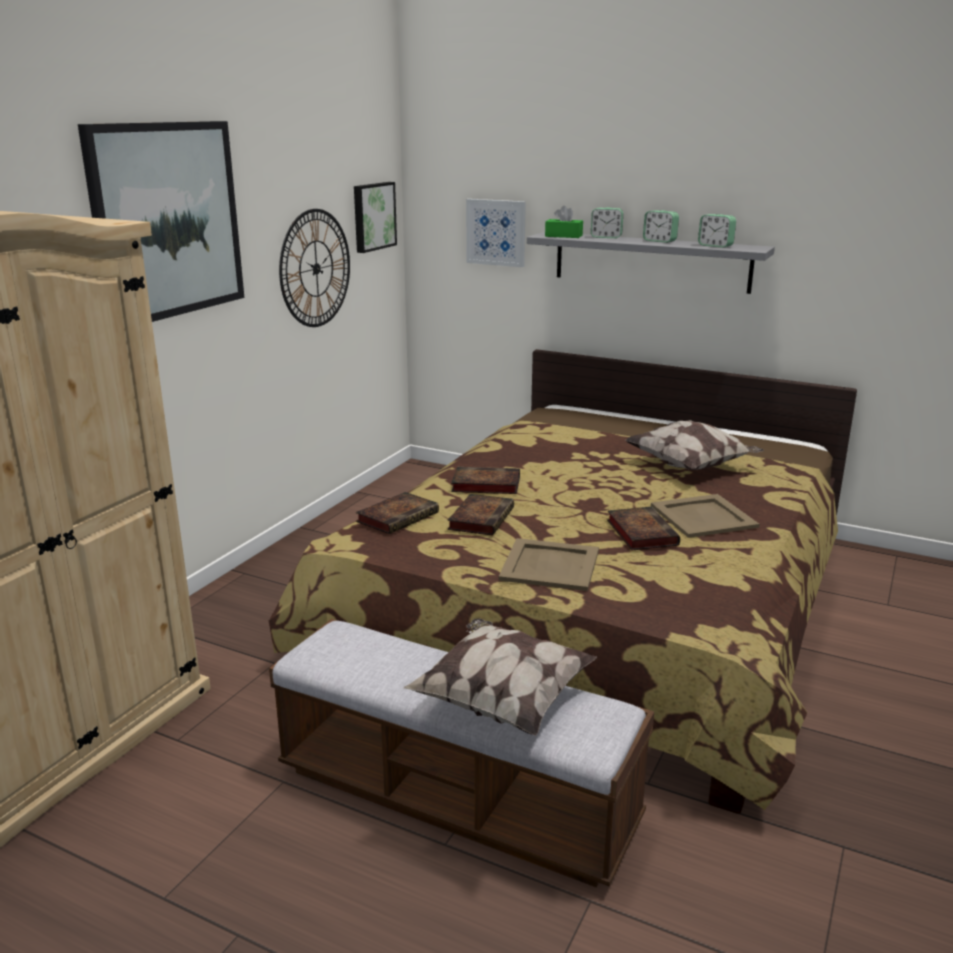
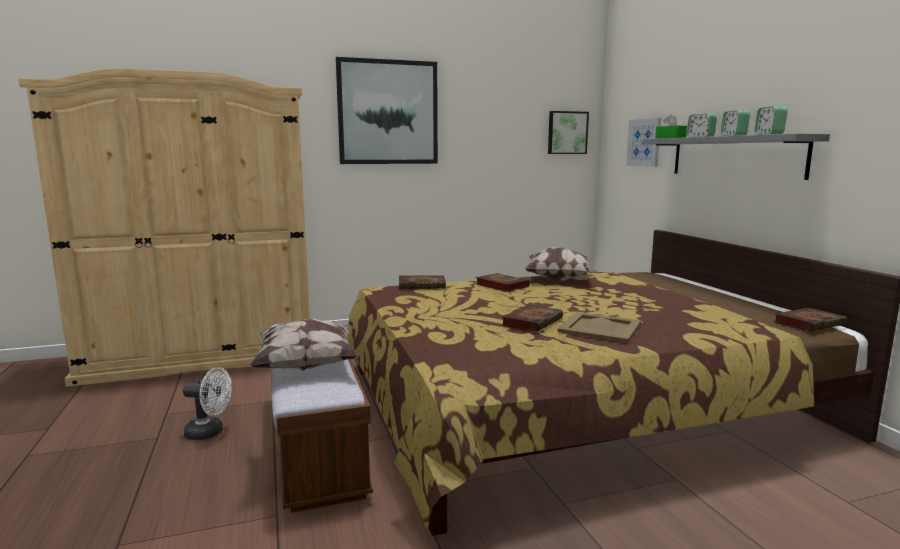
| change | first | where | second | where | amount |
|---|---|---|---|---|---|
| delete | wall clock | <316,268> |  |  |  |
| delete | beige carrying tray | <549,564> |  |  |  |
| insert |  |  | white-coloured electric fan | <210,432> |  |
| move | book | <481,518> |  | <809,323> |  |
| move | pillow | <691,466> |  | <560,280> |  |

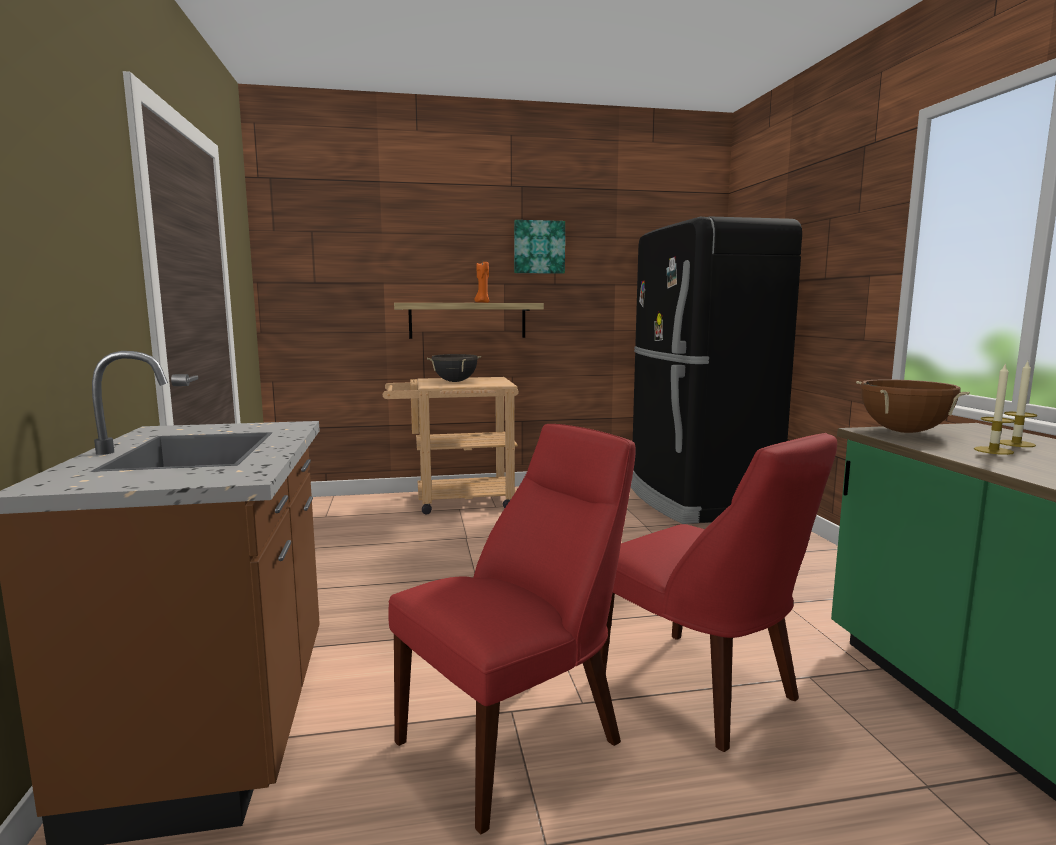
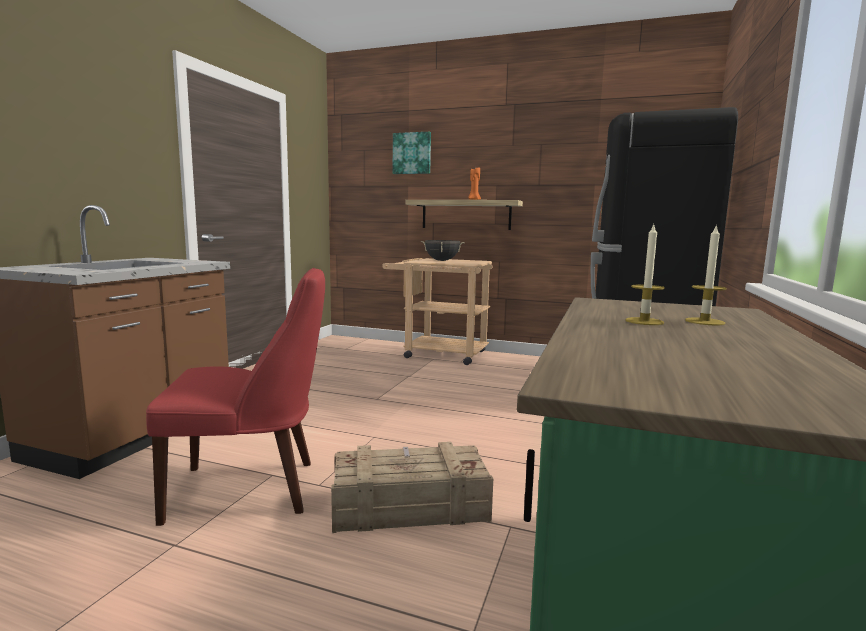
| change | first | where | second | where | amount |
|---|---|---|---|---|---|
| delete | brown-coloured cooking pot | <904,432> |  |  |  |
| move | wall art | <539,247> |  | <412,153> |  |
| replace | red-coloured upright chair | <702,691> | shipping crate | <408,506> |  |

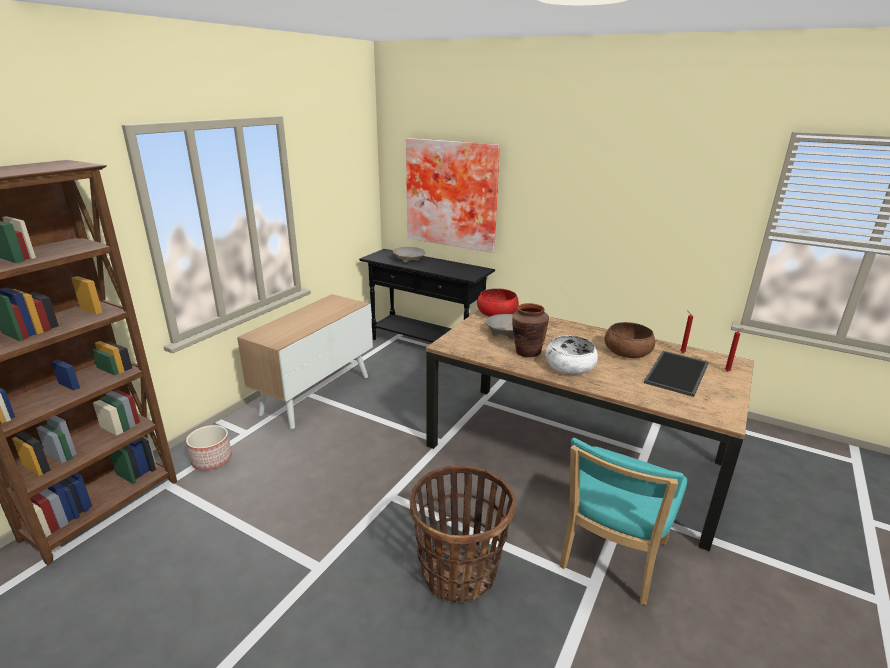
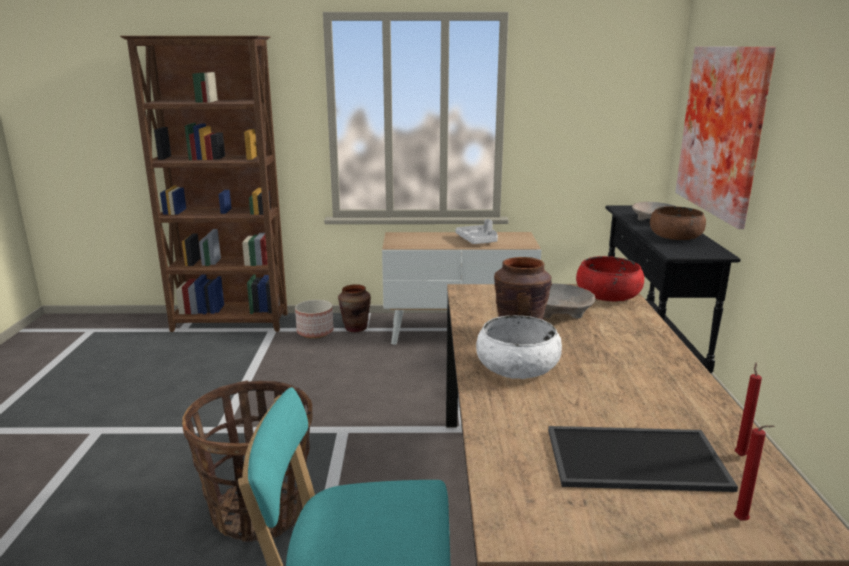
| change | first | where | second | where | amount |
|---|---|---|---|---|---|
| insert |  |  | brown-coloured flower vase | <355,328> |  |
| insert |  |  | gray carrying tray | <478,240> |  |
| move | brown-coloured serving bowl | <627,351> |  | <675,236> |  |

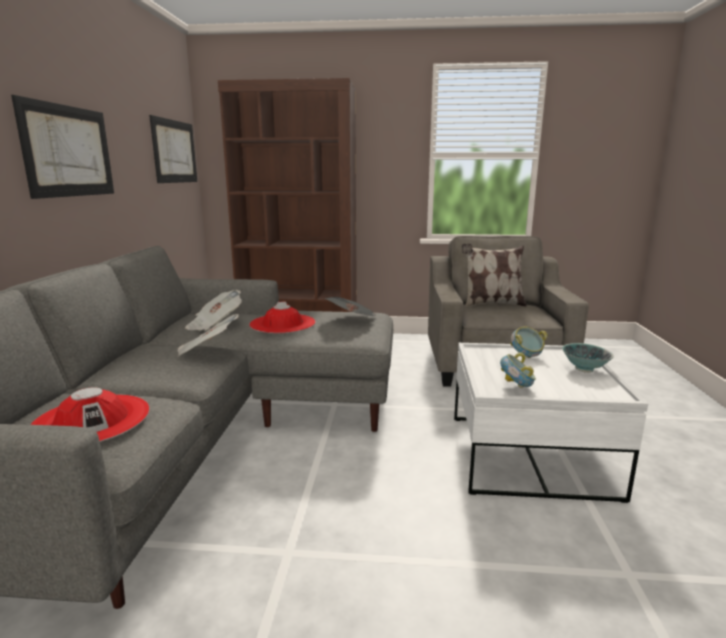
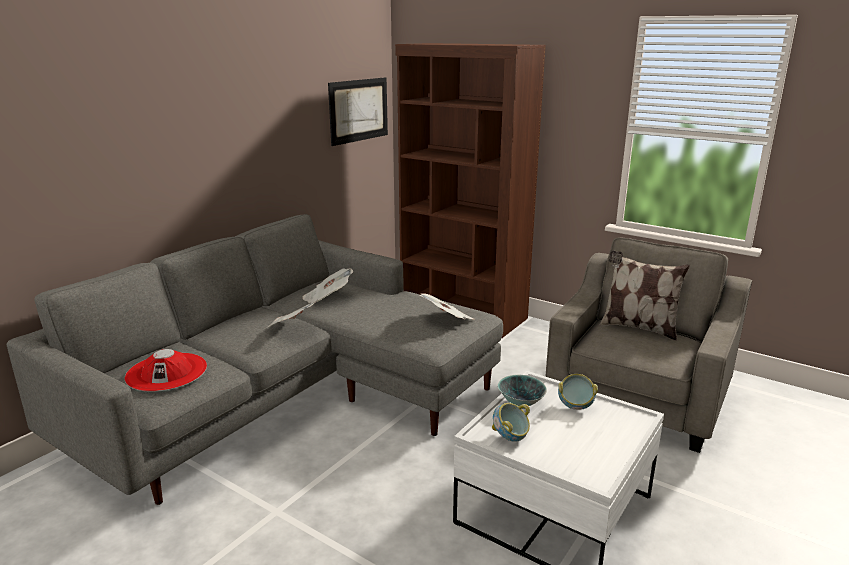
| change | first | where | second | where | amount |
|---|---|---|---|---|---|
| delete | wall art | <69,151> |  |  |  |
| delete | red-coloured clothing hat | <282,324> |  |  |  |
| move | serving bowl | <584,369> |  | <520,404> |  |

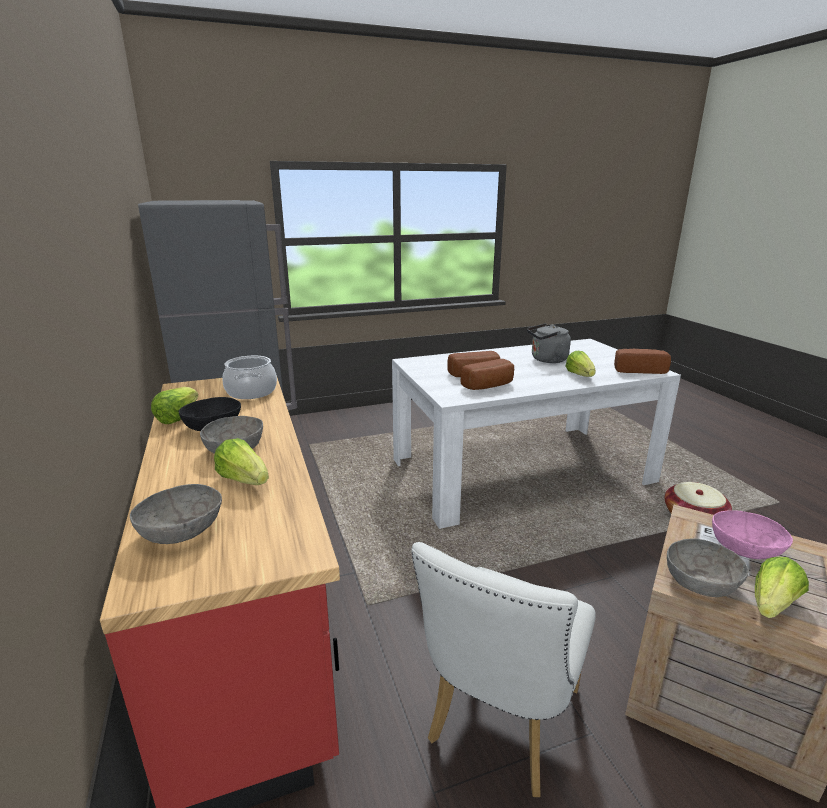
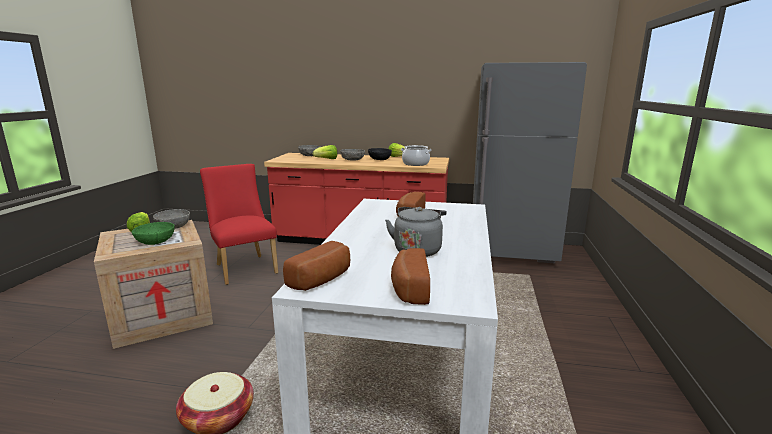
| change | first | where | second | where | amount |
|---|---|---|---|---|---|
| delete | lettuce | <580,375> |  |  |  |
| move | bread | <489,386> |  | <408,289> |  |
| recolor | white-coloured upright chair | <499,723> | red-coloured upright chair | <244,267> |  |
| recolor | pink-coloured serving bowl | <745,549> | green-coloured serving bowl | <155,241> |  |

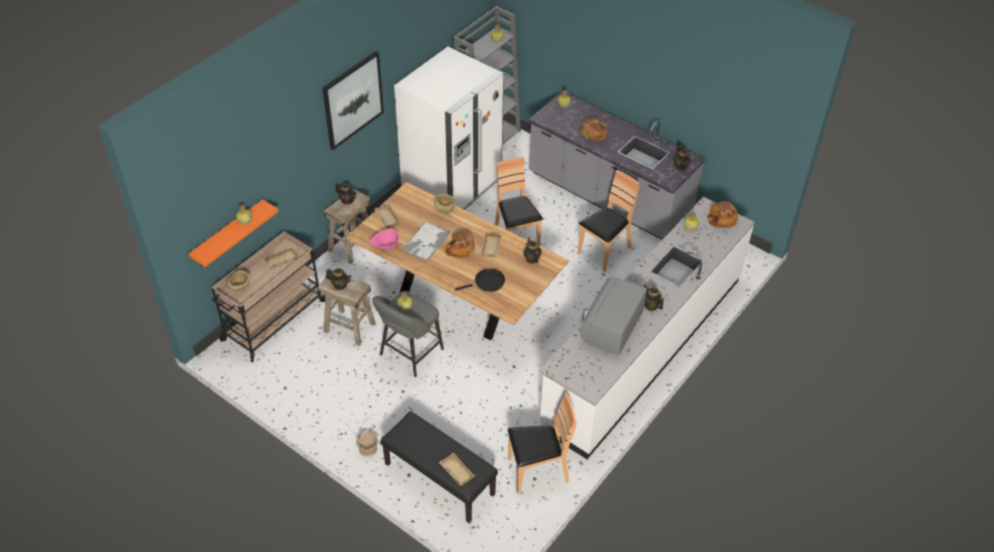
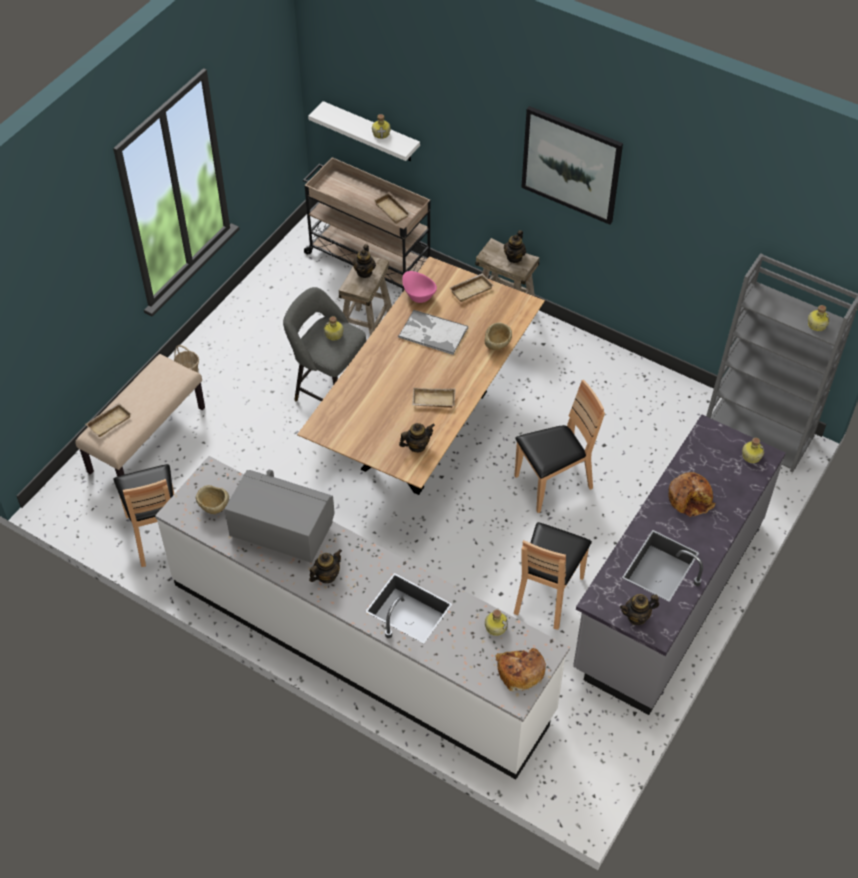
| change | first | where | second | where | amount |
|---|---|---|---|---|---|
| delete | white-coloured refrigerator | <452,187> |  |  |  |
| delete | bread | <460,249> |  |  |  |
| delete | black-coloured frying pan | <487,282> |  |  |  |
| move | beige serving bowl | <240,288> |  | <214,507> |  |
| recolor | orange bracket shelf | <228,234> | white-coloured bracket shelf | <371,132> |  |
| recolor | black-coloured long seat | <438,479> | beige long seat | <146,439> |  |
| rotate | brown-coloured upright chair | <604,251> |  | <547,594> | 75 degrees clockwise |

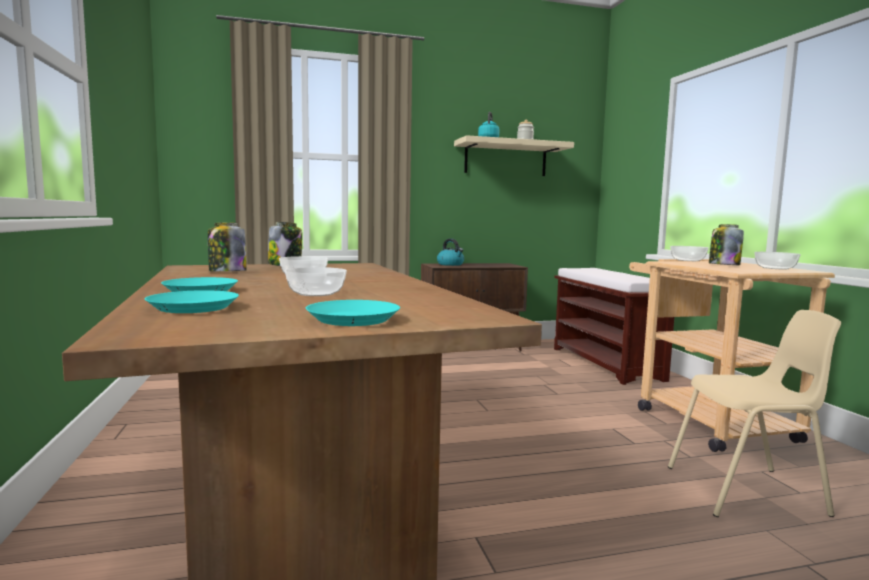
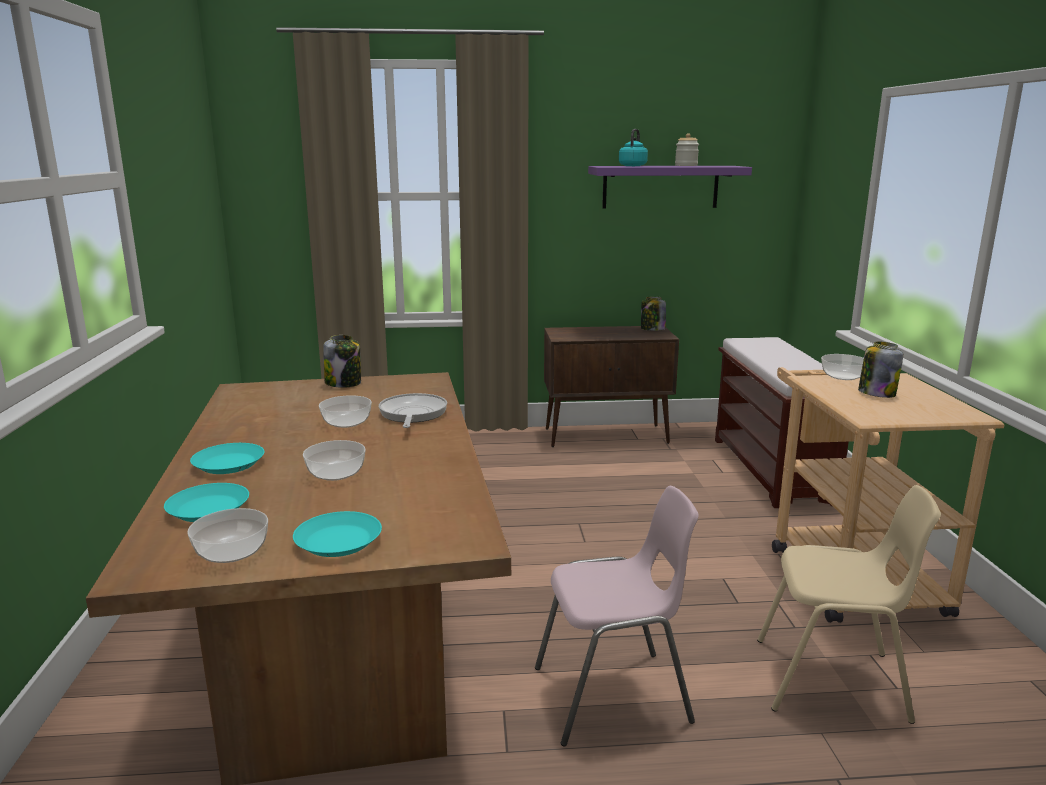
| change | first | where | second | where | amount |
|---|---|---|---|---|---|
| delete | water kettle | <451,264> |  |  |  |
| insert |  |  | frying pan | <412,414> |  |
| insert |  |  | pink-coloured upright chair | <613,696> |  |
| move | storage jar | <227,272> |  | <652,329> |  |
| move | serving bowl | <775,268> |  | <230,552> |  |
| recolor | beige bracket shelf | <505,159> | purple-coloured bracket shelf | <660,187> |  |

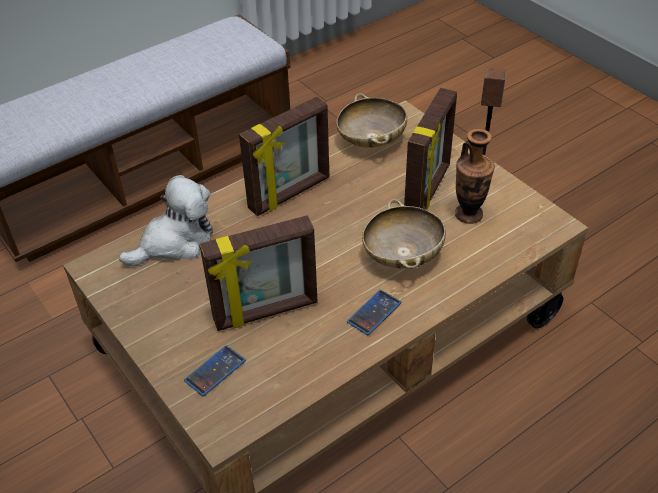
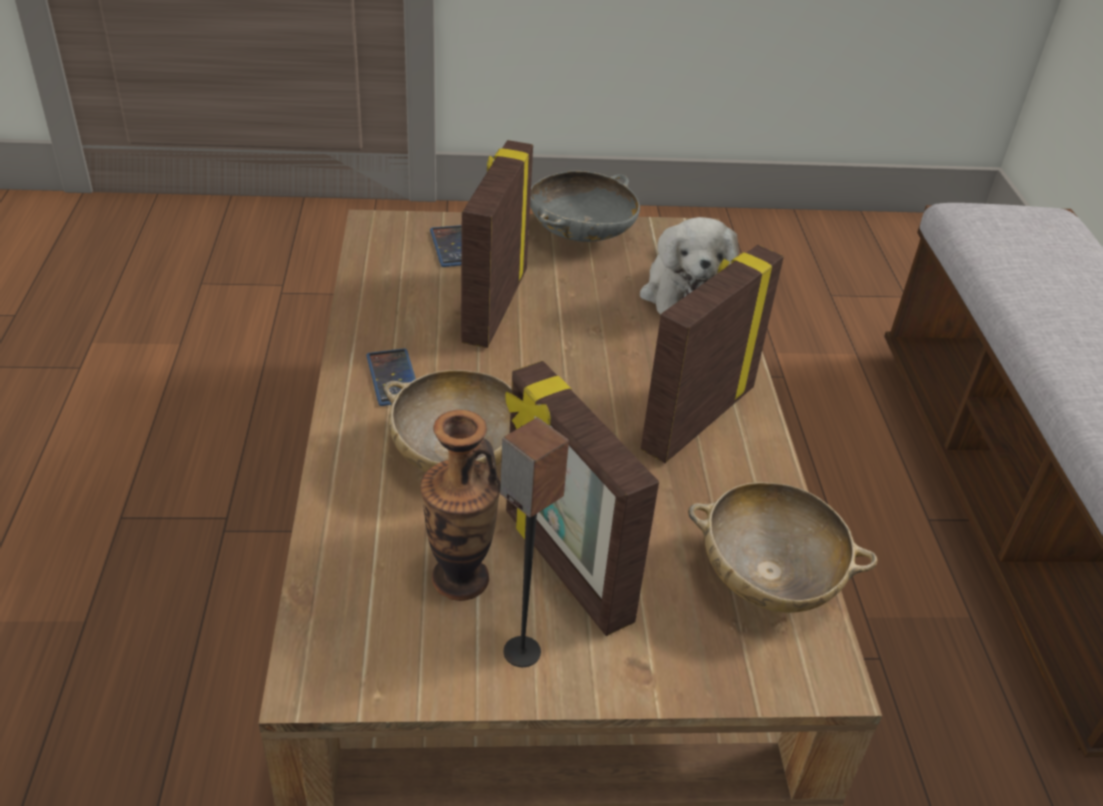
| change | first | where | second | where | amount |
|---|---|---|---|---|---|
| insert |  |  | gray serving bowl | <581,235> |  |
| rotate | picture frame | <290,194> |  | <696,417> | 45 degrees clockwise |

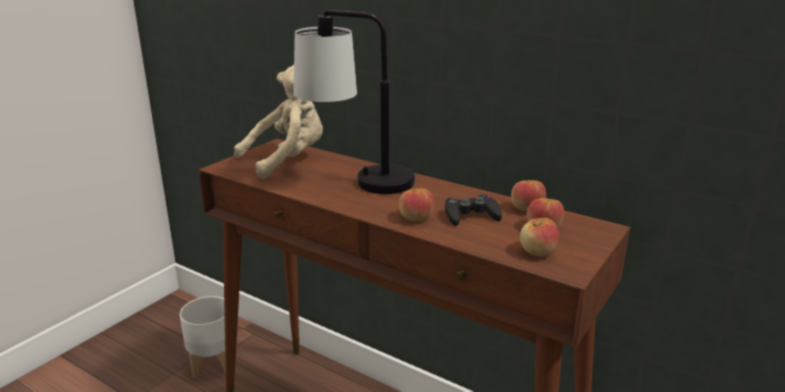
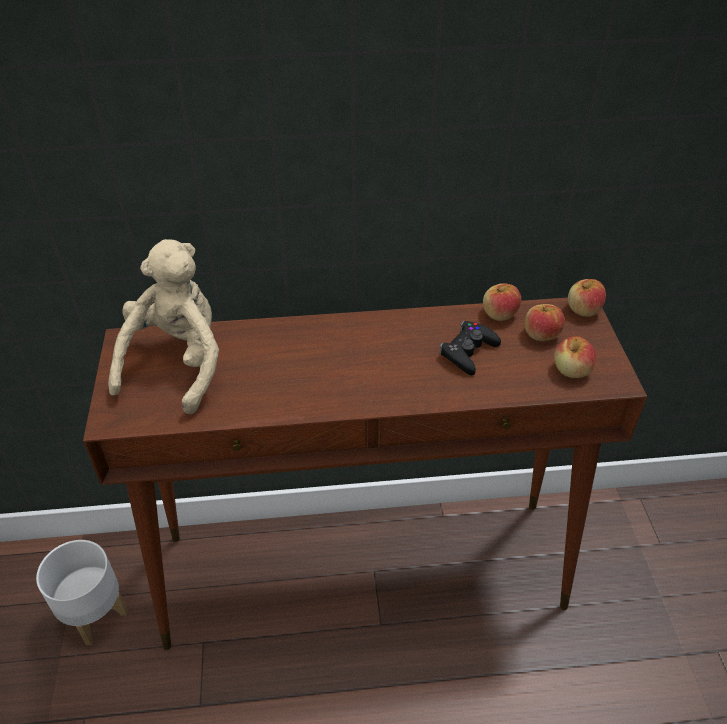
| change | first | where | second | where | amount |
|---|---|---|---|---|---|
| delete | table lamp | <357,184> |  |  |  |
| move | apple fruit | <415,218> |  | <583,310> |  |

